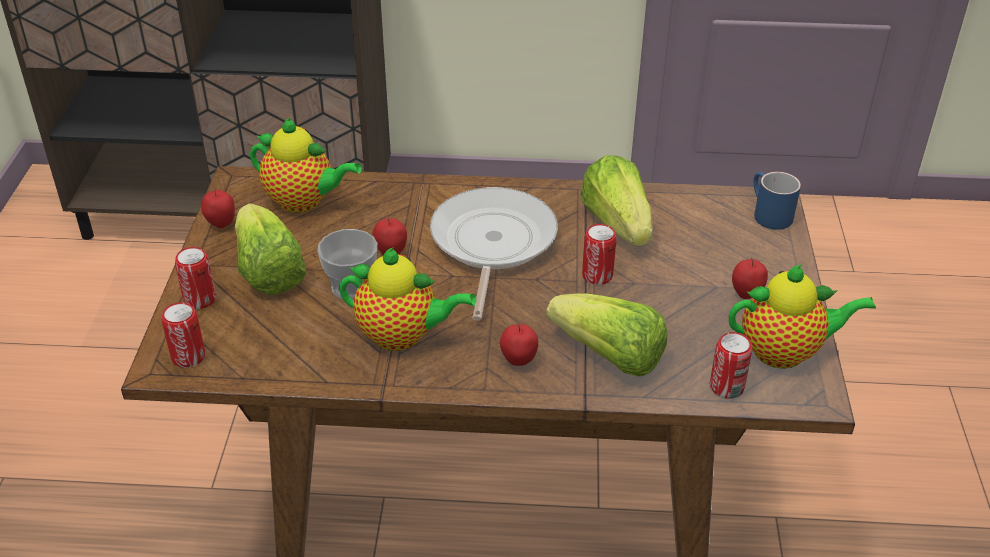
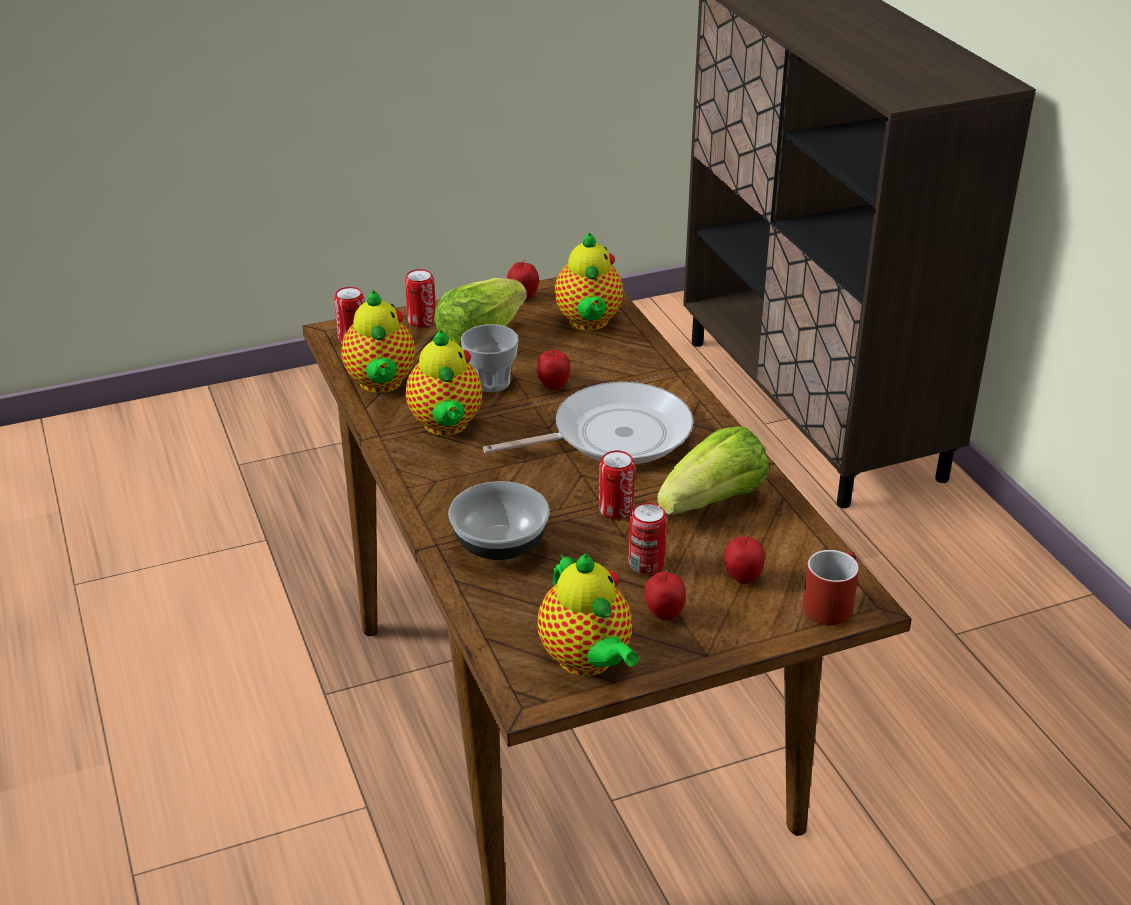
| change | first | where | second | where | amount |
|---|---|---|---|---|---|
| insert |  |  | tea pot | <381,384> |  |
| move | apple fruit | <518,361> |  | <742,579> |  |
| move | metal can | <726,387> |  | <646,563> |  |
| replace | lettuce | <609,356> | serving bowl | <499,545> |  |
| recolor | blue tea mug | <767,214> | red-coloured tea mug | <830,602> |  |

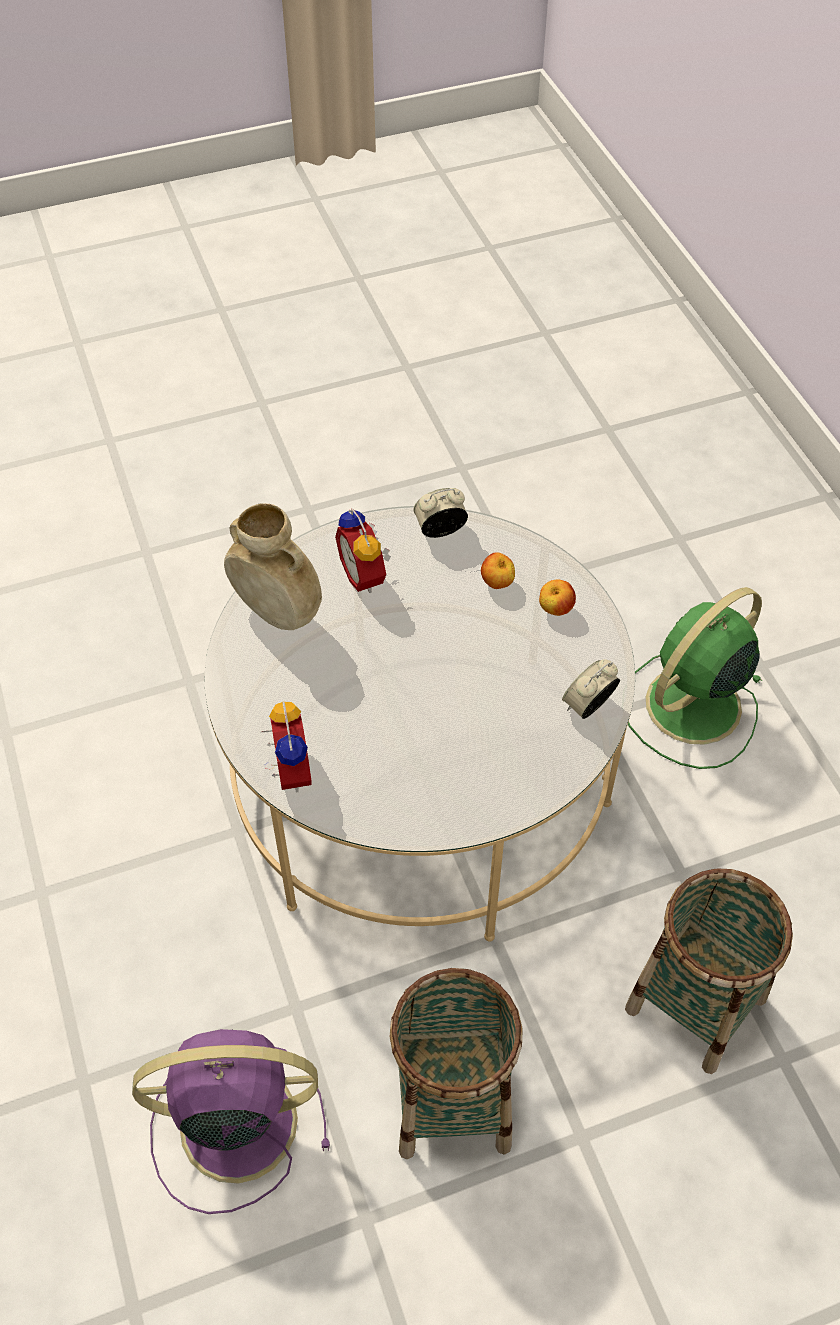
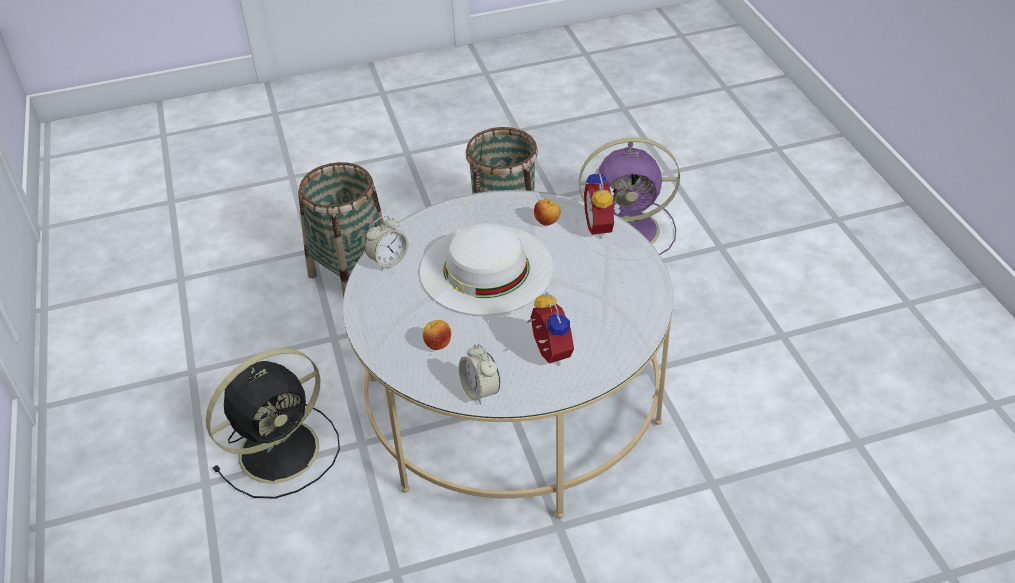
| change | first | where | second | where | amount |
|---|---|---|---|---|---|
| delete | beige flower vase | <278,613> |  |  |  |
| insert |  |  | white-coloured clothing hat | <486,269> |  |
| move | apple fruit | <555,609> |  | <547,222> |  |
| recolor | green-coloured electric fan | <690,707> | black-coloured electric fan | <282,449> |  |
| rotate | table clock | <440,530> |  | <480,391> | 75 degrees clockwise |

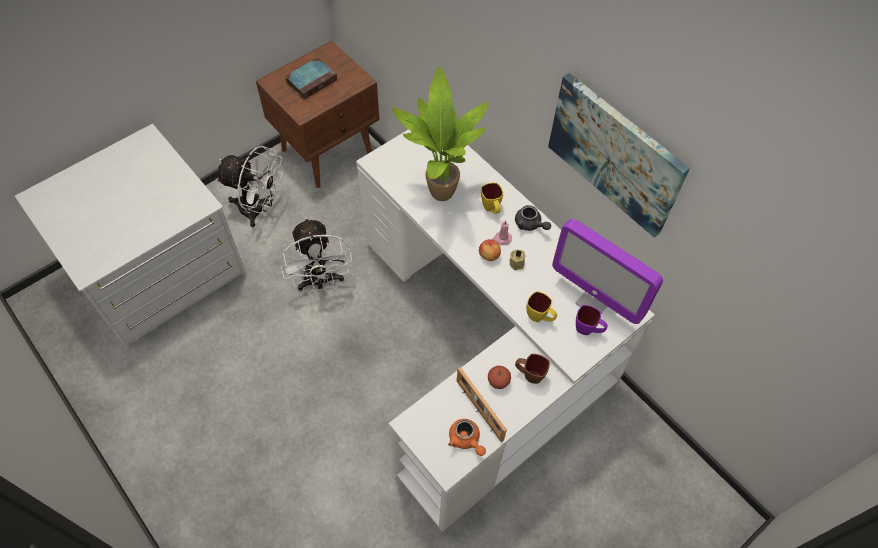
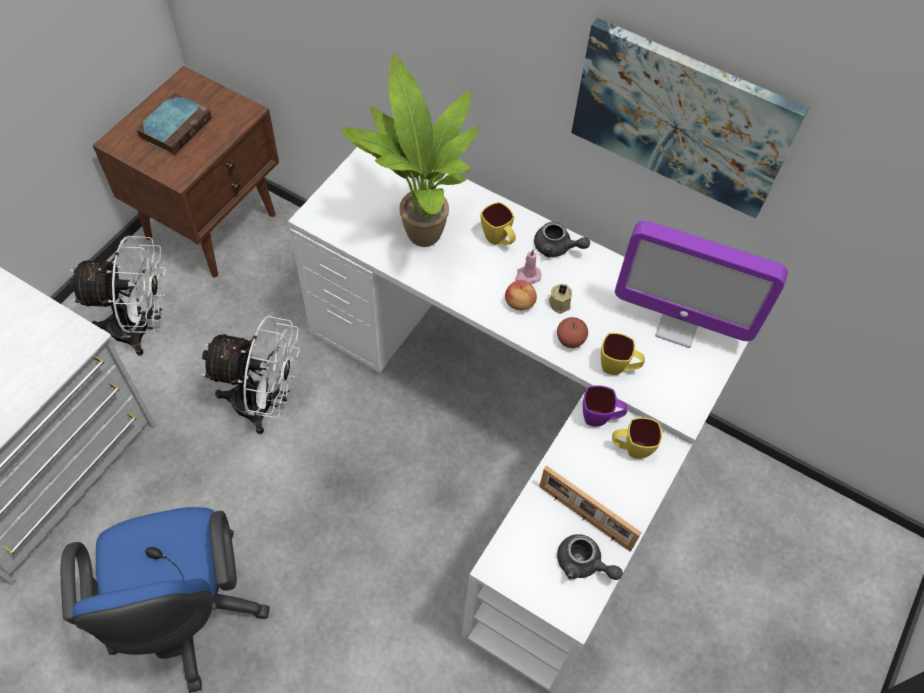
| change | first | where | second | where | amount |
|---|---|---|---|---|---|
| insert |  |  | blue computer chair | <188,616> |  |
| move | apple fruit | <498,382> |  | <570,340> |  |
| move | purple-coloured tea mug | <588,330> |  | <600,418> |  |
| recolor | orange tea pot | <466,440> | gray tea pot | <583,564> |  |
| recolor | brown-coloured tea mug | <529,375> | yellowish tea mug | <630,449> |  |
| rotate | white-coloured electric fan | <320,281> |  | <264,404> | 45 degrees counterclockwise |

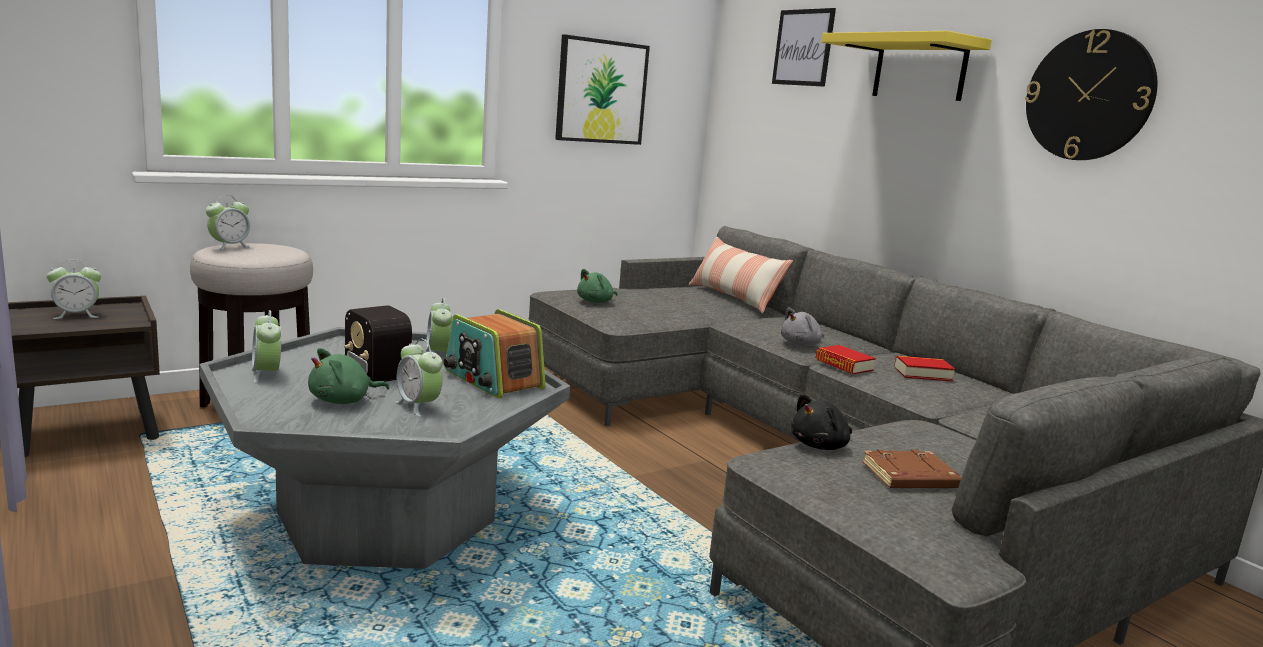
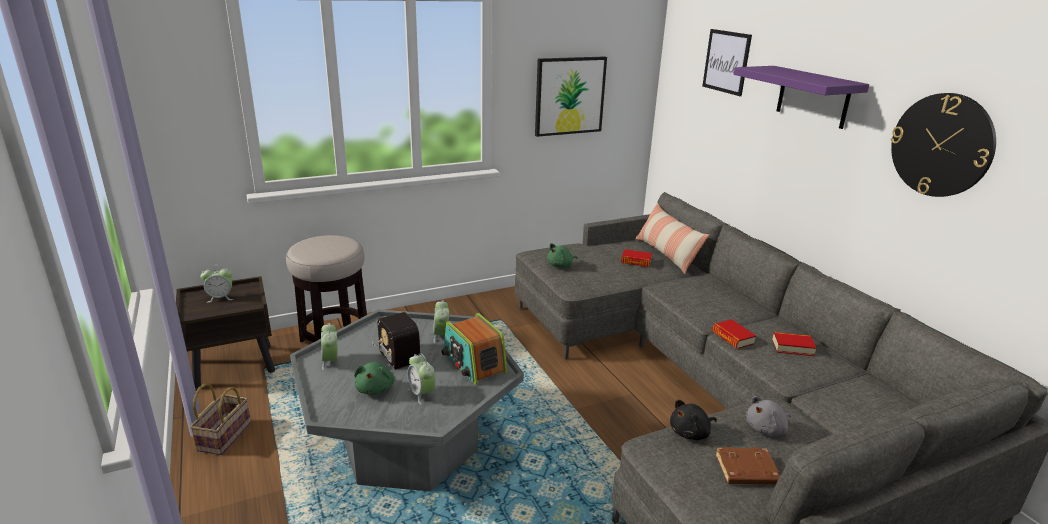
| change | first | where | second | where | amount |
|---|---|---|---|---|---|
| delete | table clock | <229,247> |  |  |  |
| insert |  |  | storage basket | <224,435> |  |
| insert |  |  | book | <636,261> |  |
| move | gray plush toy | <801,344> |  | <767,429> |  |
| recolor | yellowish bracket shelf | <919,69> | purple-coloured bracket shelf | <813,97> |  |
| rotate | green-coloured plush toy | <344,401> |  | <375,388> | 60 degrees counterclockwise |

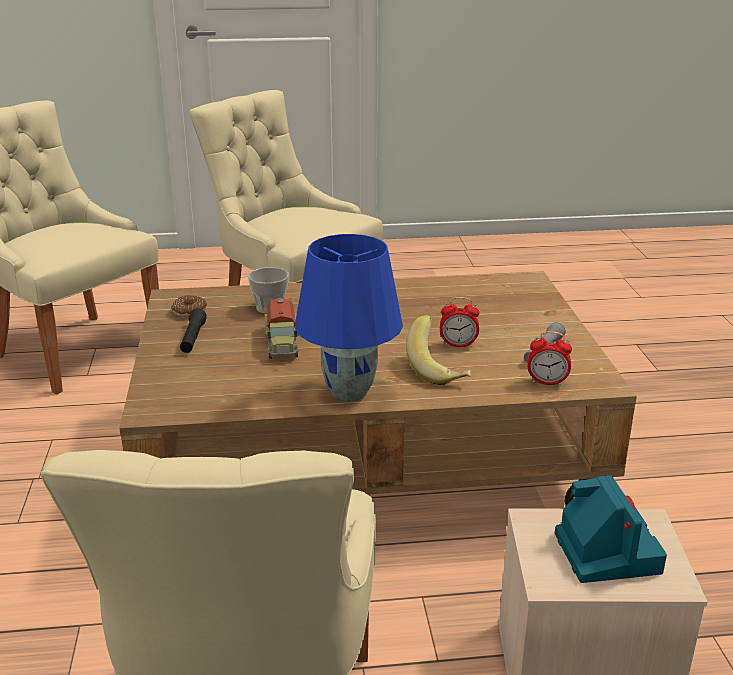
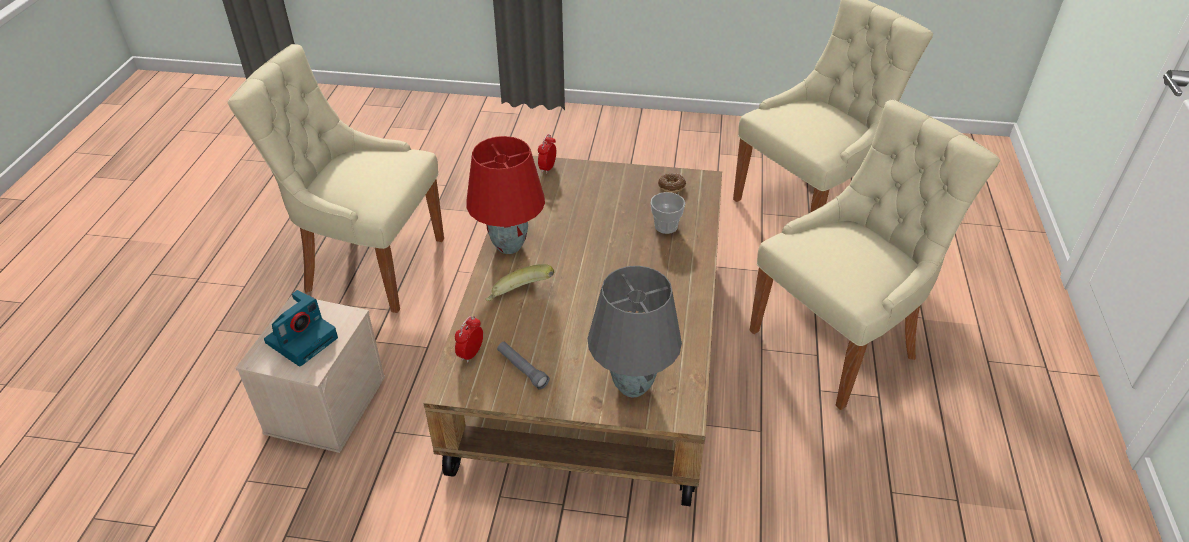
| change | first | where | second | where | amount |
|---|---|---|---|---|---|
| delete | black-coloured hand torch | <193,338> |  |  |  |
| delete | toy lorry | <282,343> |  |  |  |
| insert |  |  | gray table lamp | <632,385> |  |
| move | table clock | <458,345> |  | <547,168> |  |
| recolor | blue table lamp | <350,393> | red-coloured table lamp | <509,246> |  |
| rotate | photo camera | <605,551> |  | <302,339> | 60 degrees counterclockwise |

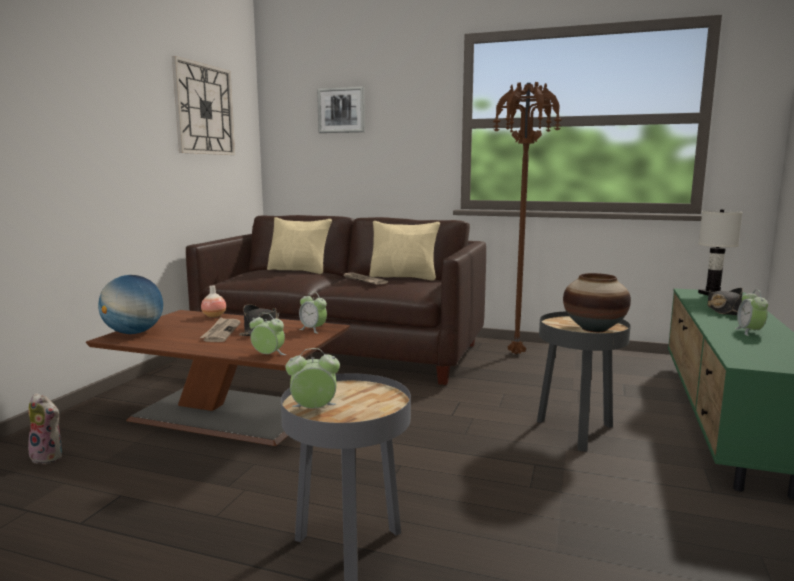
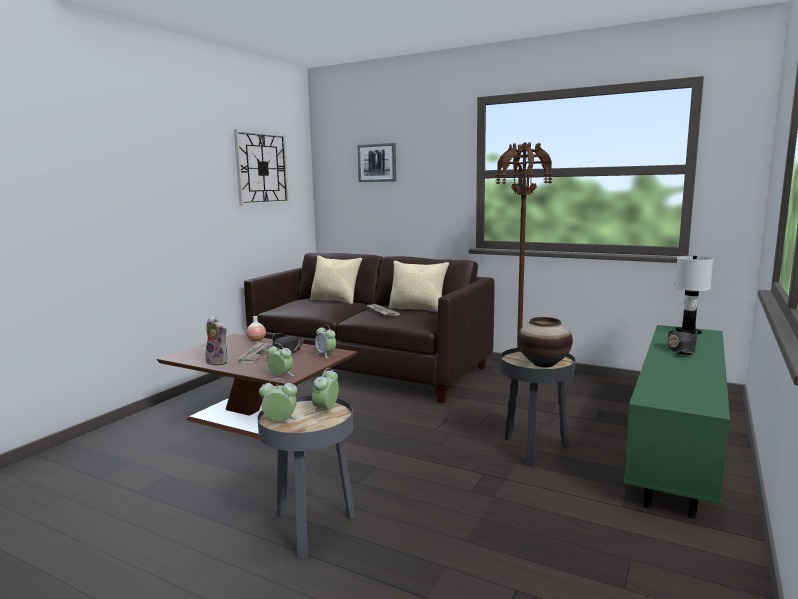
| change | first | where | second | where | amount |
|---|---|---|---|---|---|
| delete | globe | <134,333> |  |  |  |
| move | plush toy | <50,456> |  | <219,362> |  |
| move | table clock | <749,332> |  | <326,410> |  |

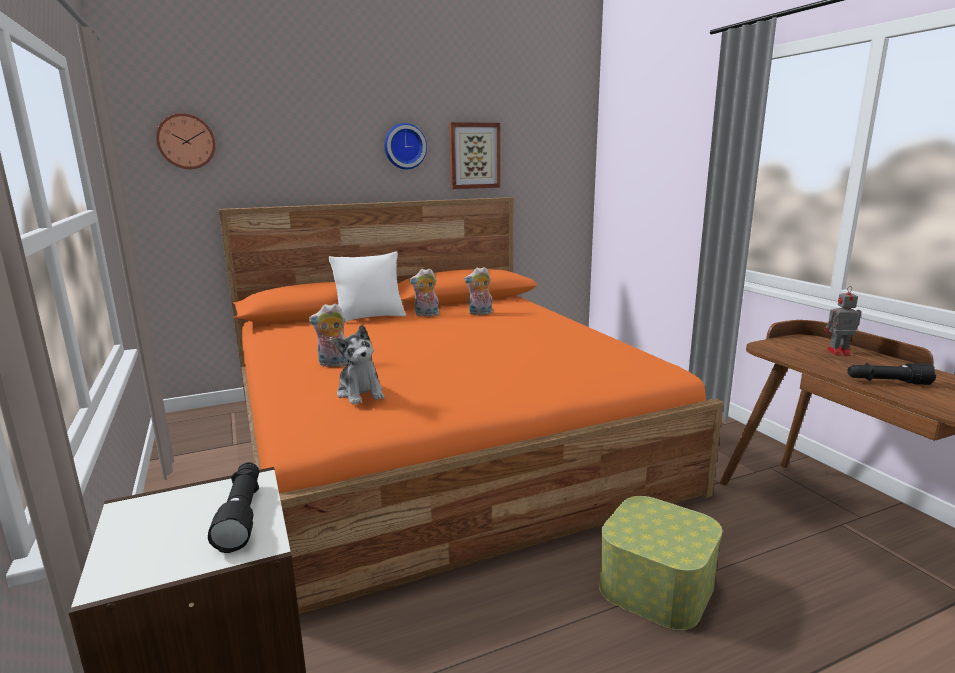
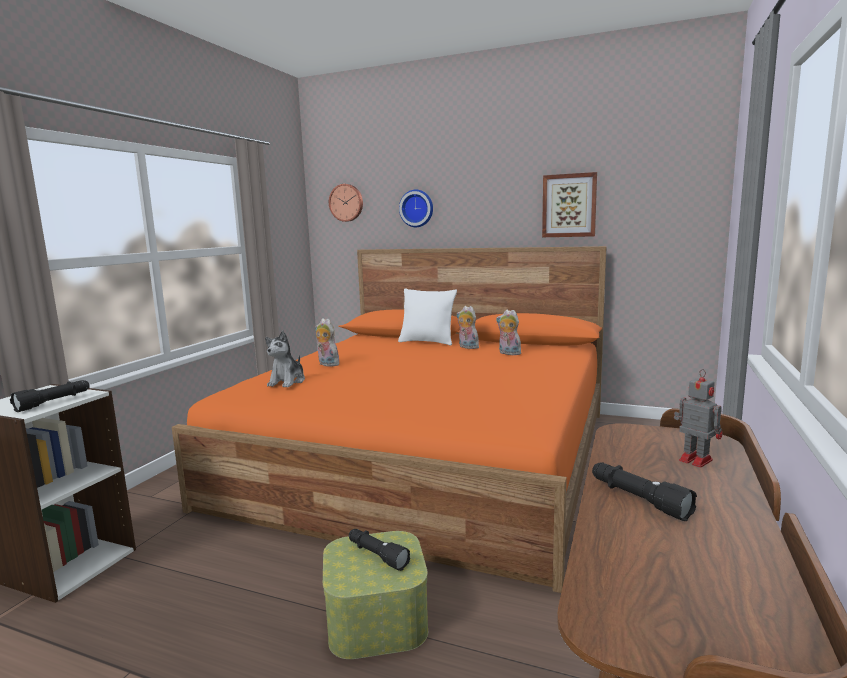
| change | first | where | second | where | amount |
|---|---|---|---|---|---|
| insert |  |  | black-coloured hand torch | <376,555> |  |
| move | wall clock | <404,146> |  | <417,208> |  |

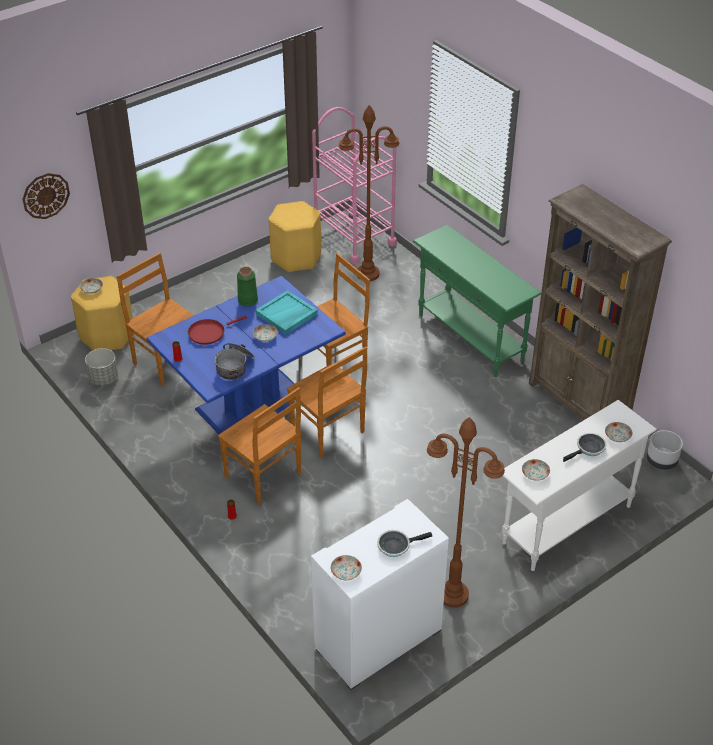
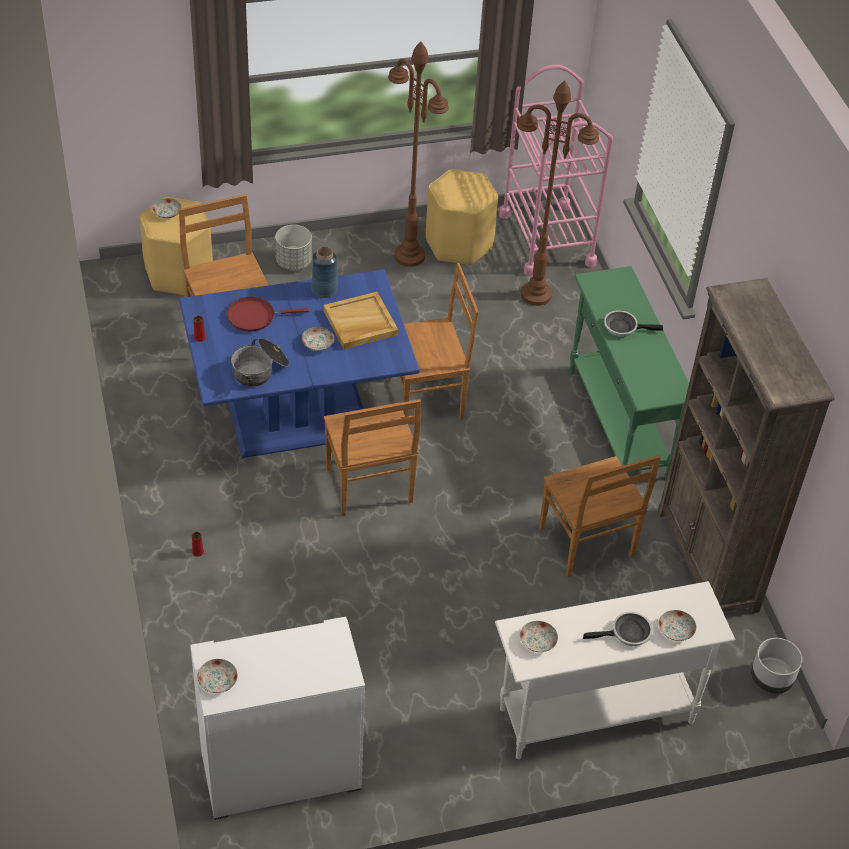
| change | first | where | second | where | amount |
|---|---|---|---|---|---|
| delete | wall clock | <45,195> |  |  |  |
| move | gray planter | <104,378> |  | <293,262> |  |
| move | brown-coloured upright chair | <264,476> |  | <587,544> |  |
| move | frying pan | <396,546> |  | <623,327> |  |
| move | brown-coloured floor lamp | <453,595> |  | <409,256> |  |
| recolor | green-coloured flower vase | <248,300> | blue flower vase | <324,289> |  |
| recolor | blue-green carrying tray | <286,314> | beige carrying tray | <360,323> |  |

